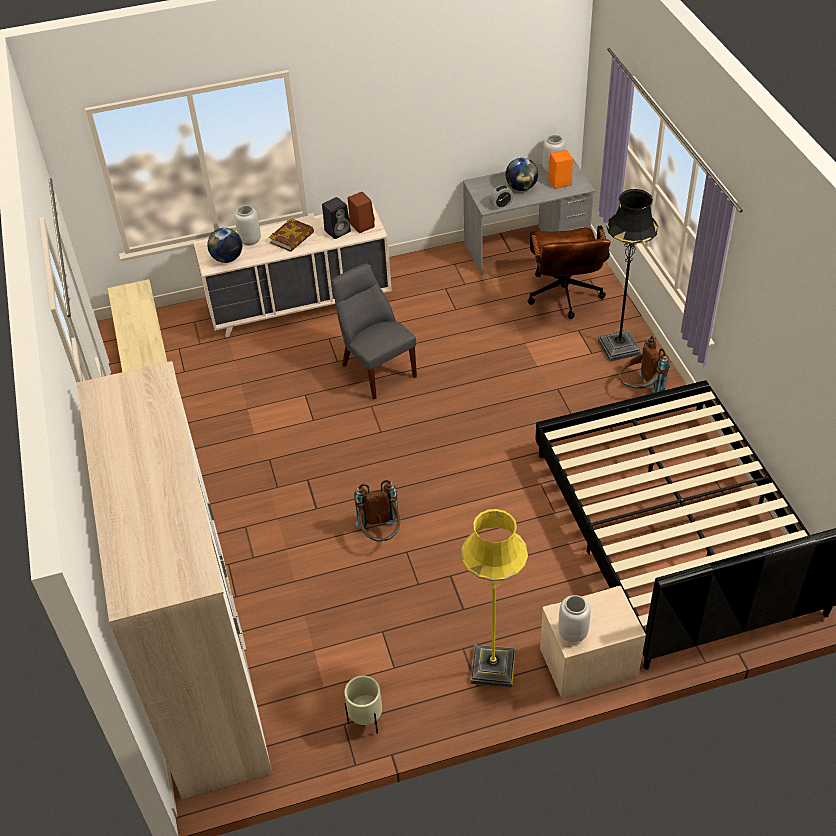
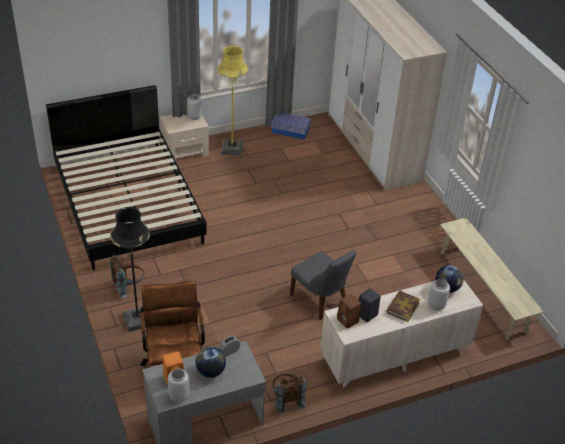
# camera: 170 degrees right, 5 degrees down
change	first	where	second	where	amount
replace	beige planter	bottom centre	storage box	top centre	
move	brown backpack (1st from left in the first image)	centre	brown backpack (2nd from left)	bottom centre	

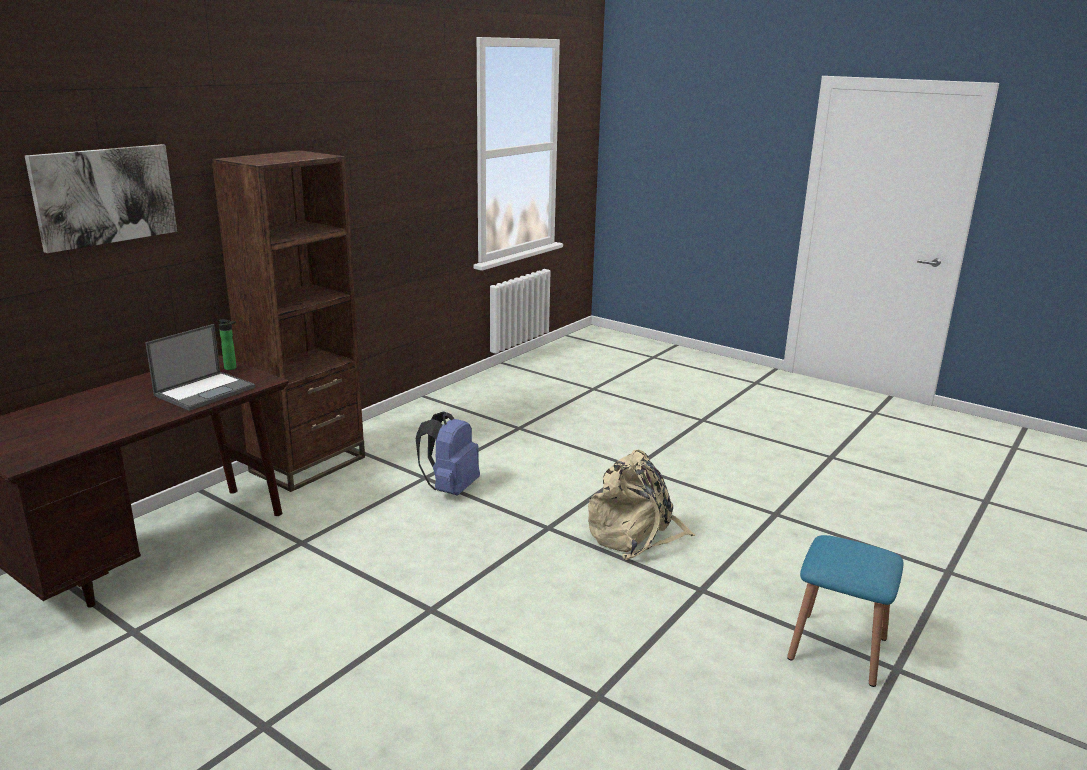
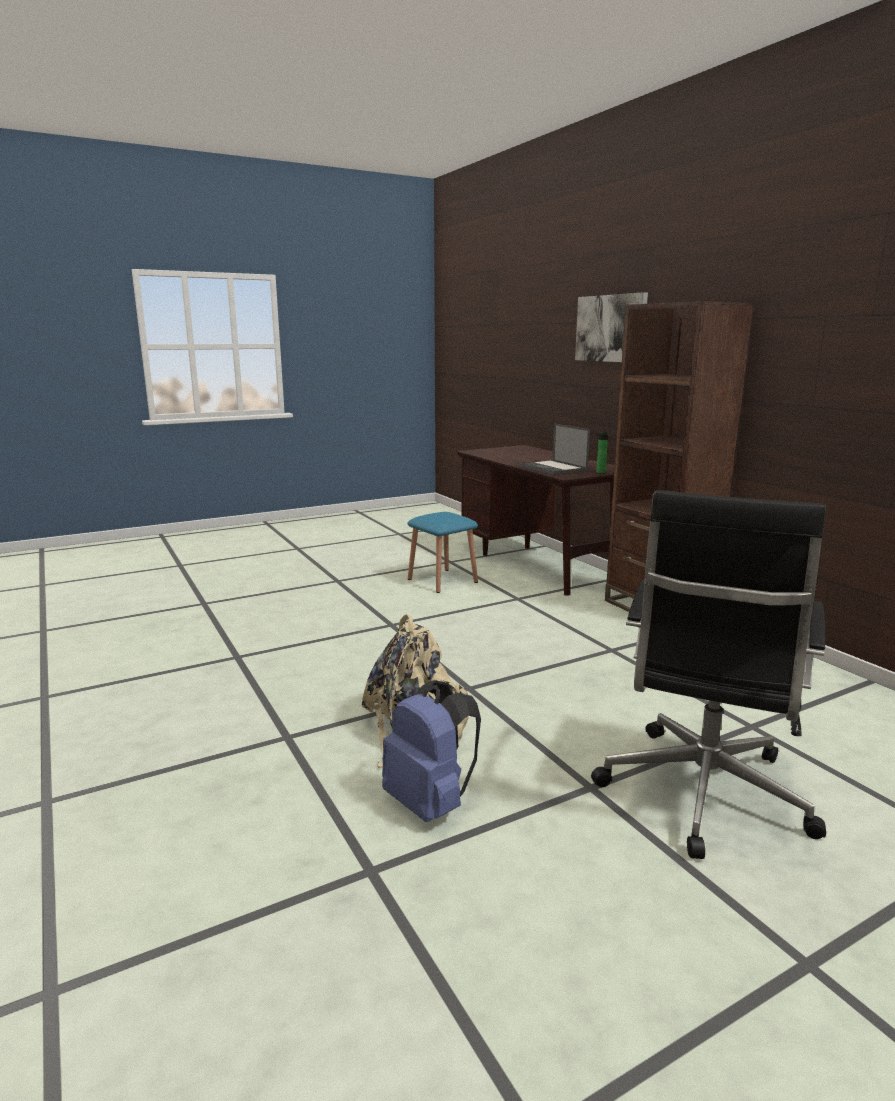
# camera: 115 degrees right, 5 degrees down
change	first	where	second	where	amount
move	blue backpack	centre		bottom centre	
move	blue stool	bottom right		centre	
insert			black office chair	middle right	

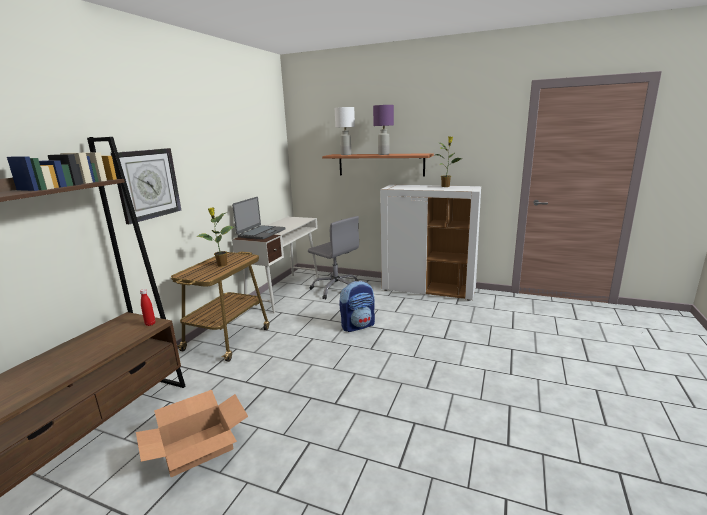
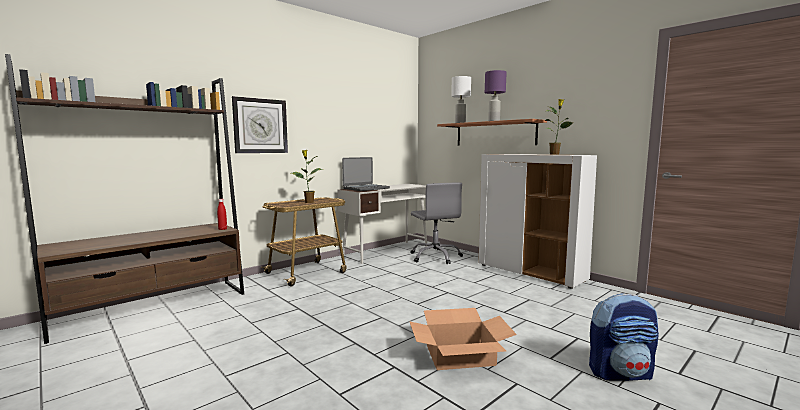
# camera: 25 degrees right, 10 degrees down
change	first	where	second	where	amount
move	cardboard box	bottom left		bottom centre	
move	backpack	centre		bottom right	

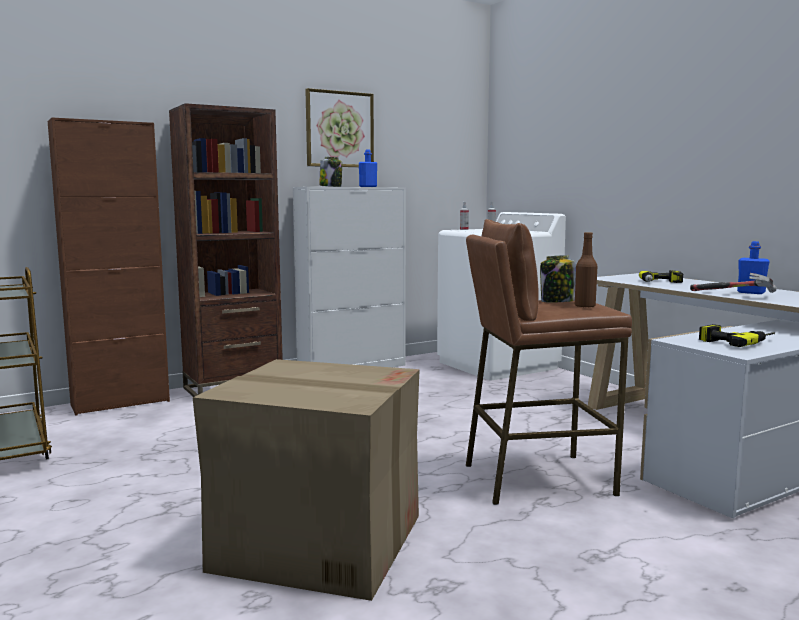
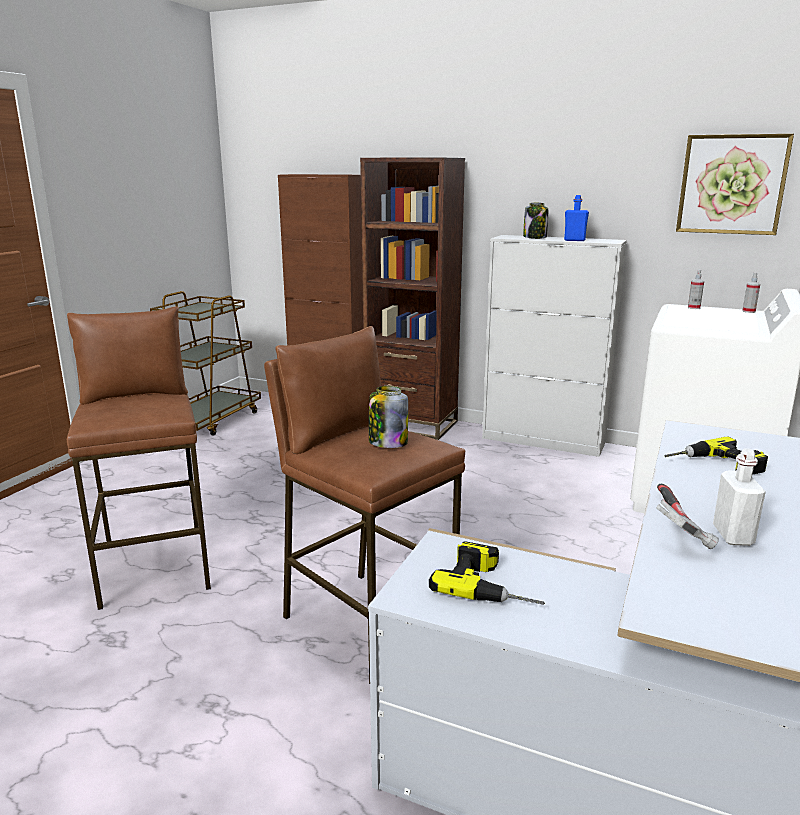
# camera: 55 degrees right, 10 degrees up
change	first	where	second	where	amount
replace	cardboard box	bottom centre	brown stool (1st from left)	middle left	
move	picture	top centre		top right	
recolor	blue bottle (2nd from left)	middle right	white bottle	middle right	
delete	brown bottle	middle right			

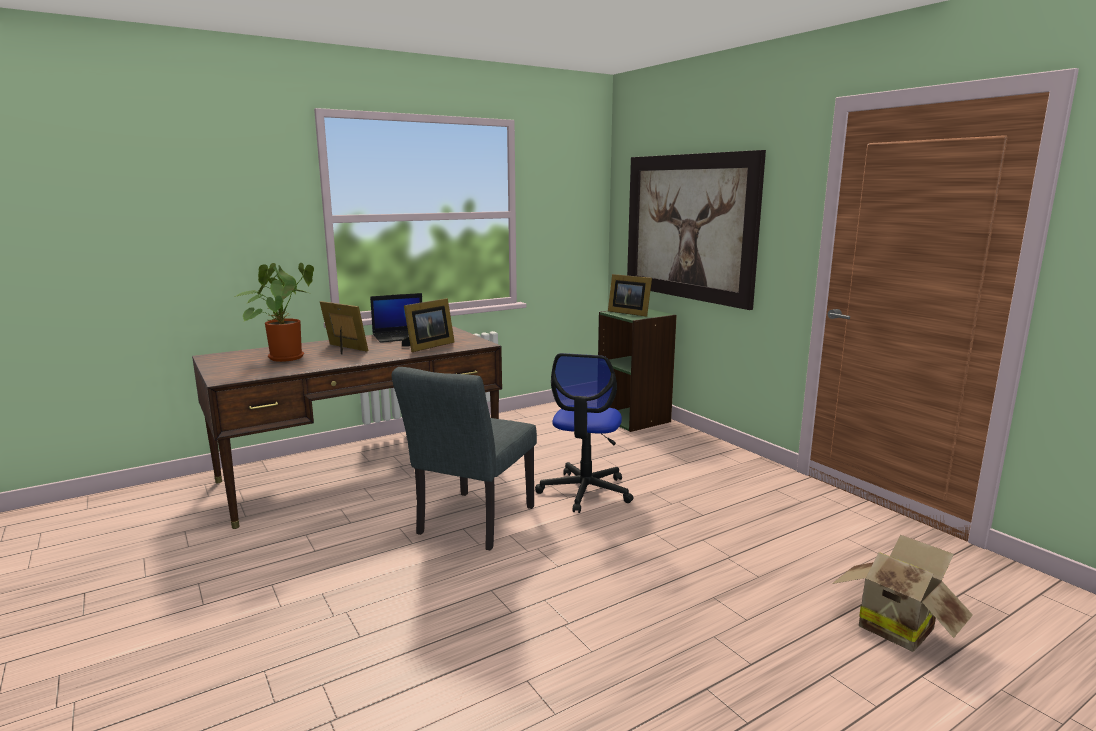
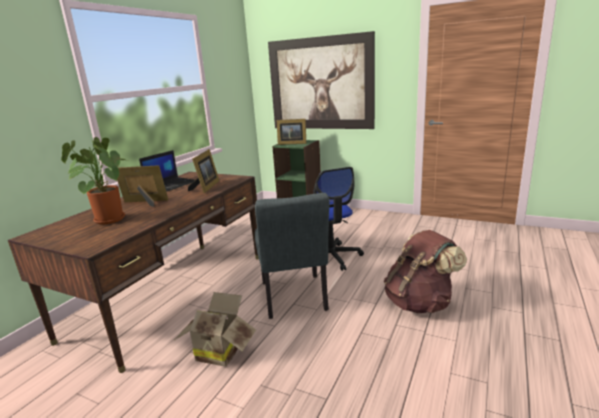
# camera: 30 degrees left, 5 degrees up
change	first	where	second	where	amount
move	cardboard box	bottom right		bottom centre	
insert			brown backpack	middle right	

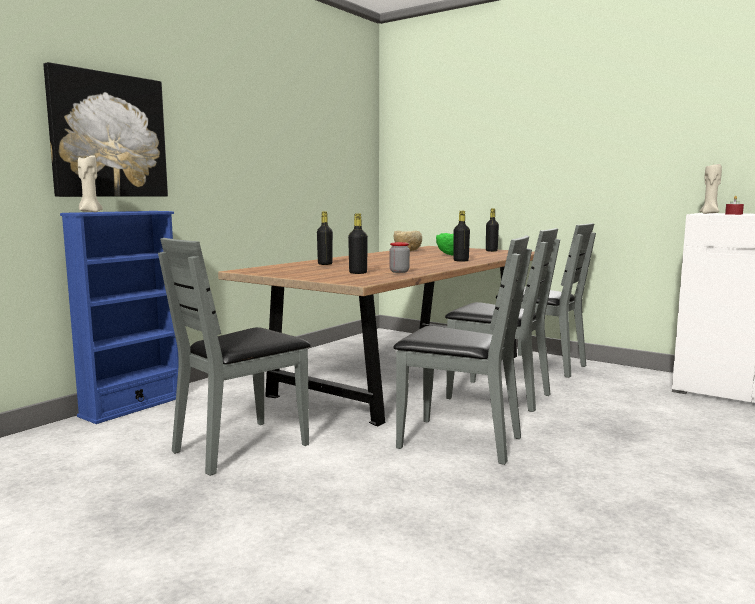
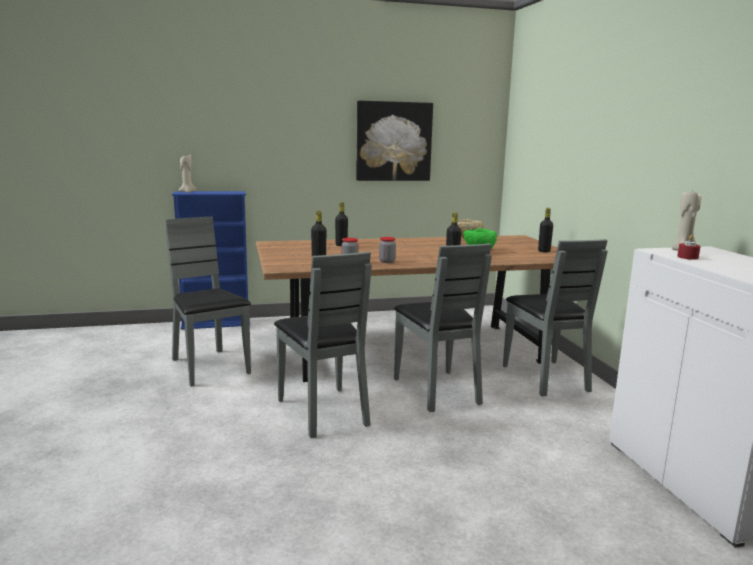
# camera: 40 degrees right, 5 degrees up
change	first	where	second	where	amount
rotate	grey chair (1st from left)	middle left		middle left	60 degrees clockwise
move	picture	top left		top centre	
insert			jar (2nd from left)	centre	

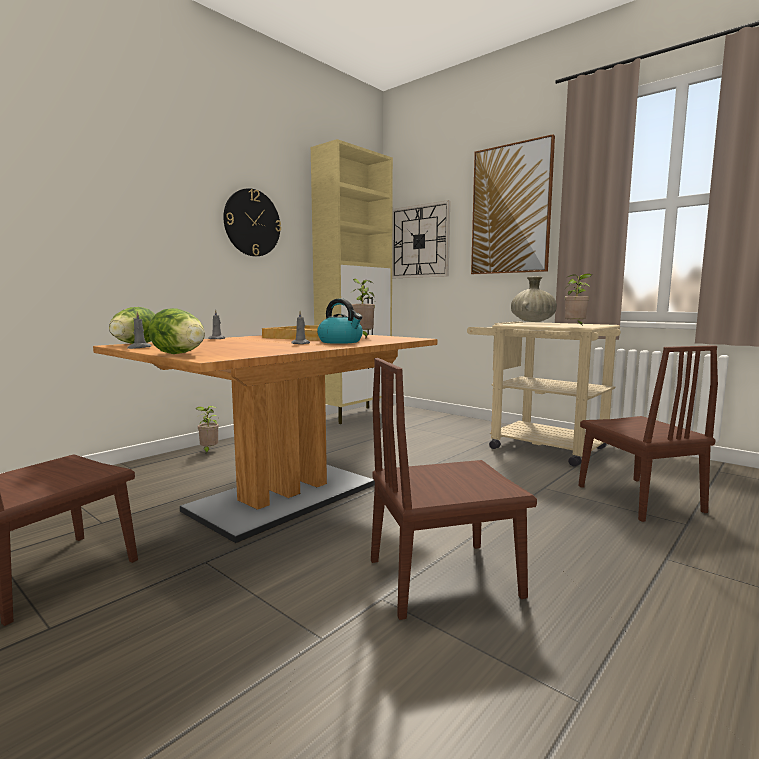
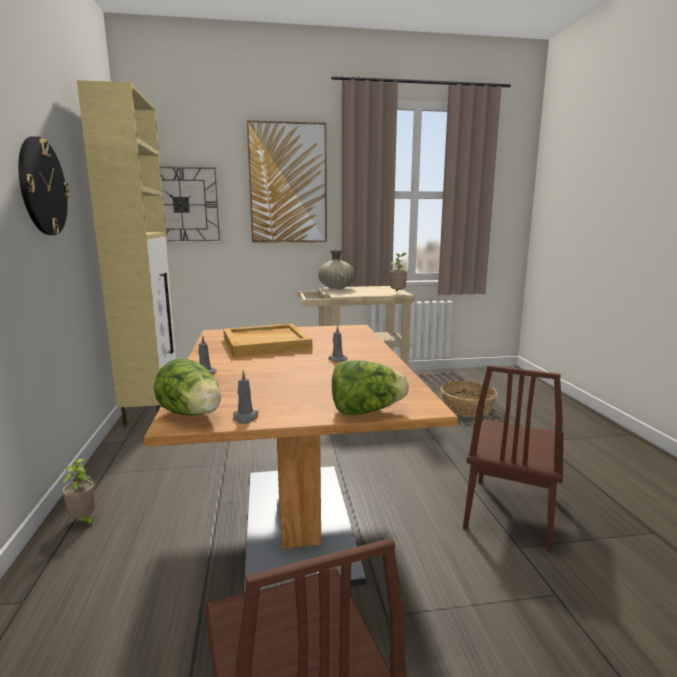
# camera: 50 degrees left, 5 degrees up
change	first	where	second	where	amount
replace	brown chair (3rd from left)	middle right	basket	middle right	
delete	kettle	centre			
delete	potted plant (2nd from left)	centre			

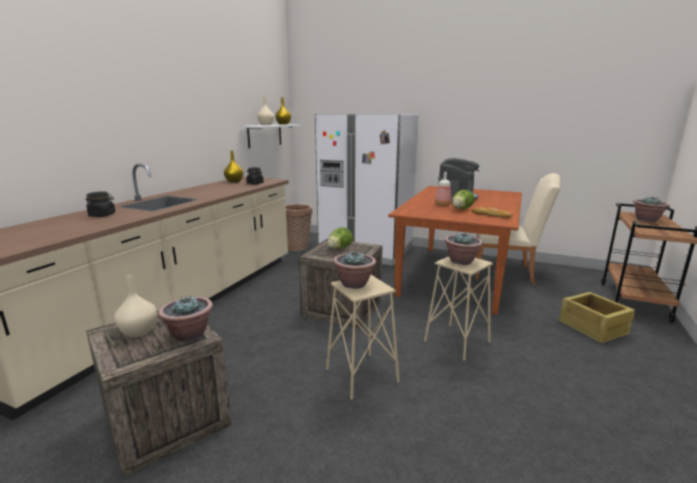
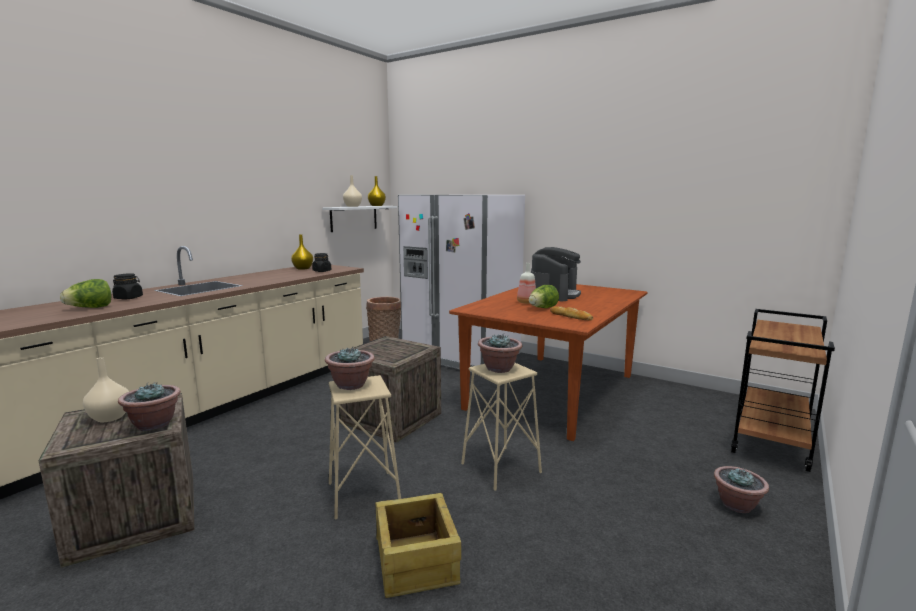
# camera: 10 degrees right, 5 degrees down
change	first	where	second	where	amount
move	lettuce (1st from left)	centre		middle left	
move	crate (3rd from left)	middle right		bottom centre	
move	potted plant (4th from left)	middle right		bottom right	
delete	beige chair	middle right			

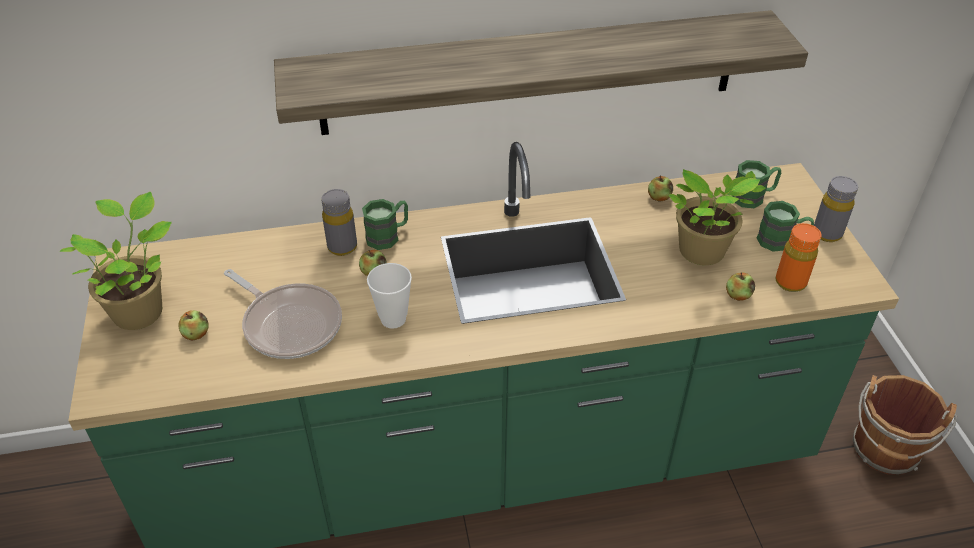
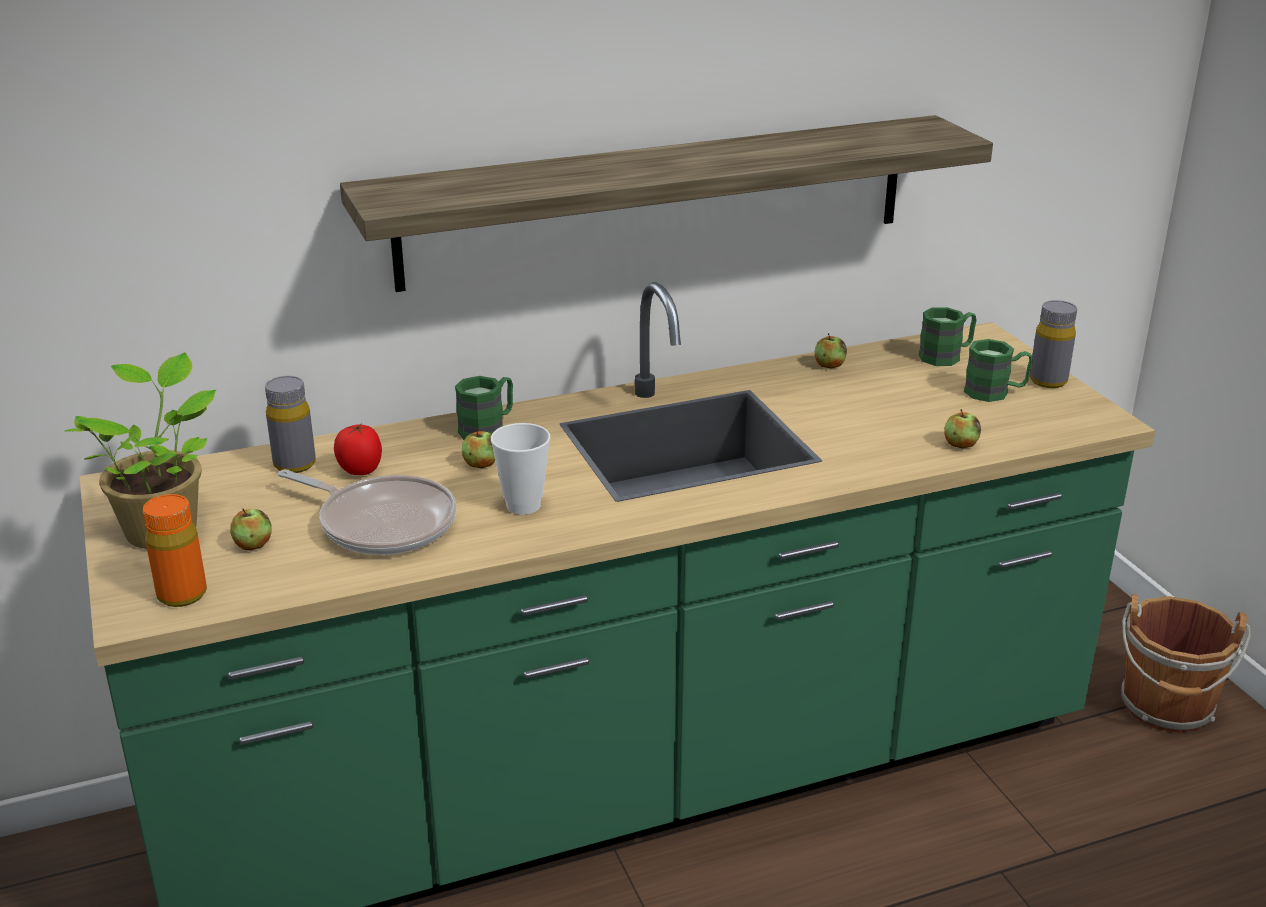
# camera: 10 degrees left, 15 degrees down
change	first	where	second	where	amount
move	orange bottle	middle right		middle left	
move	grey bottle (1st from left)	centre		middle left	
insert			tomato	middle left	
delete	potted plant (2nd from left)	middle right			

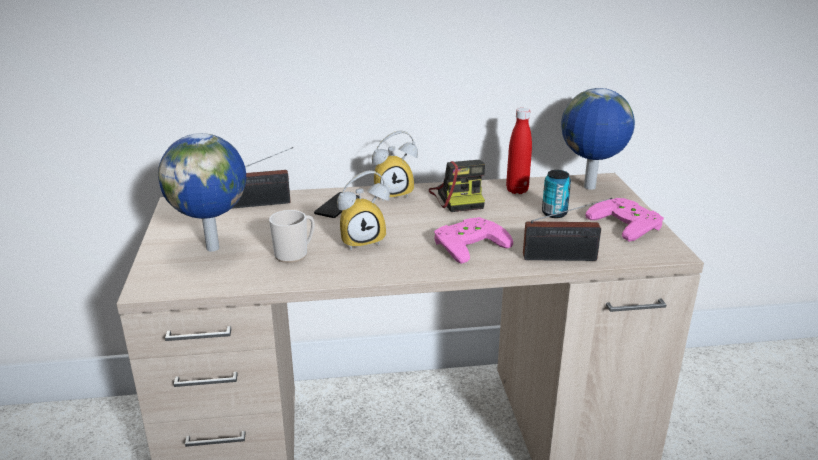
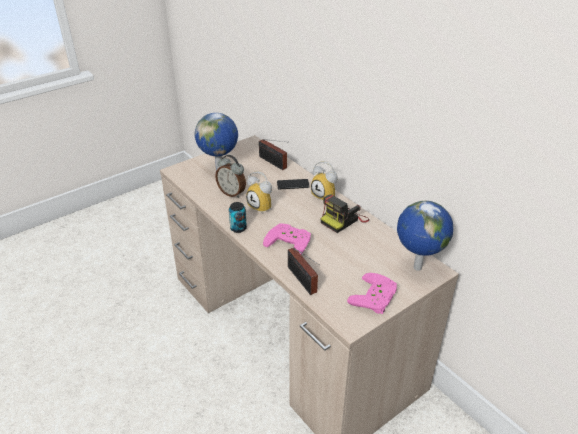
# camera: 60 degrees right, 10 degrees up
change	first	where	second	where	amount
replace	mug	centre	alarm clock (1st from left)	centre	
move	can	middle right		centre	
delete	red bottle	top centre			

